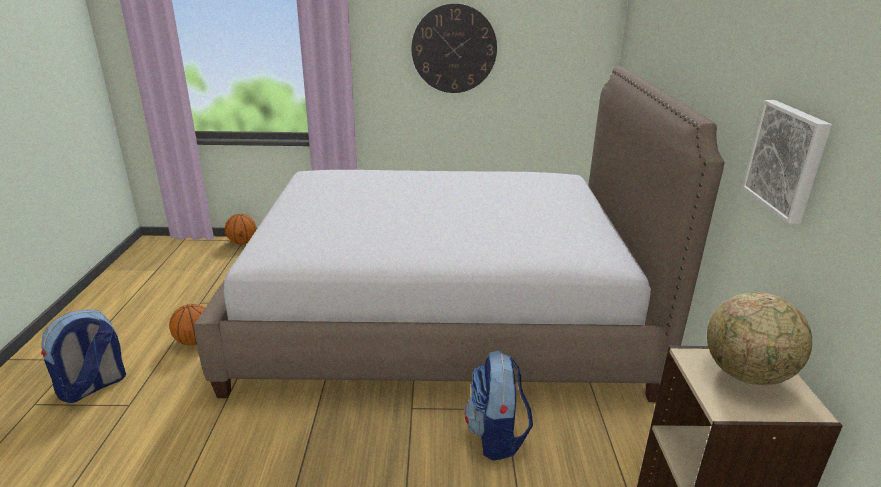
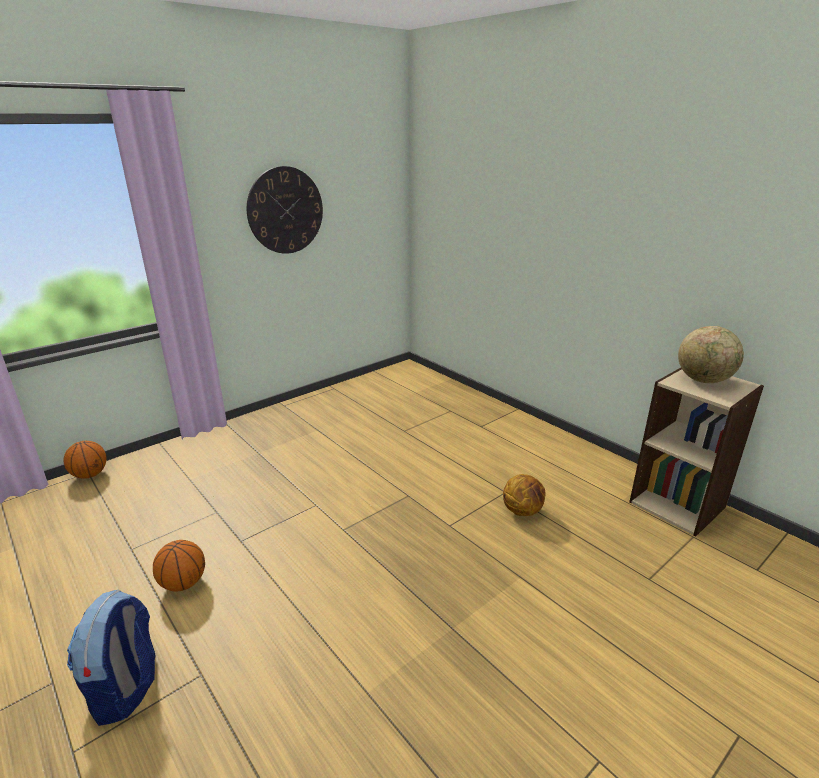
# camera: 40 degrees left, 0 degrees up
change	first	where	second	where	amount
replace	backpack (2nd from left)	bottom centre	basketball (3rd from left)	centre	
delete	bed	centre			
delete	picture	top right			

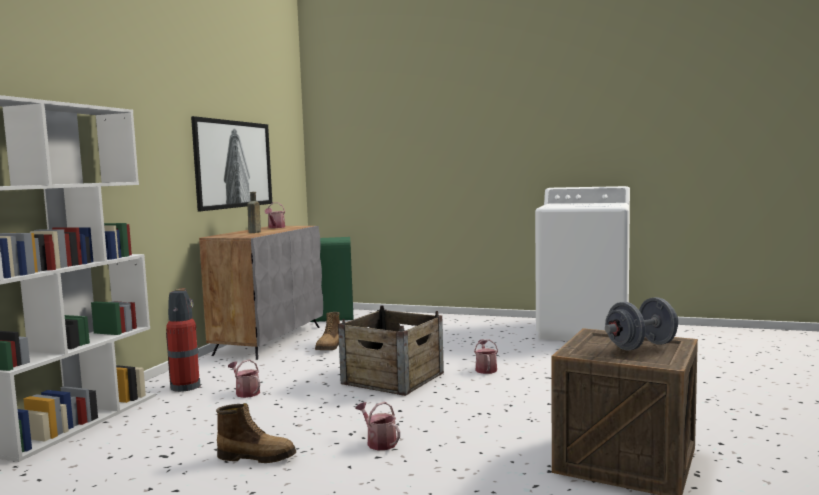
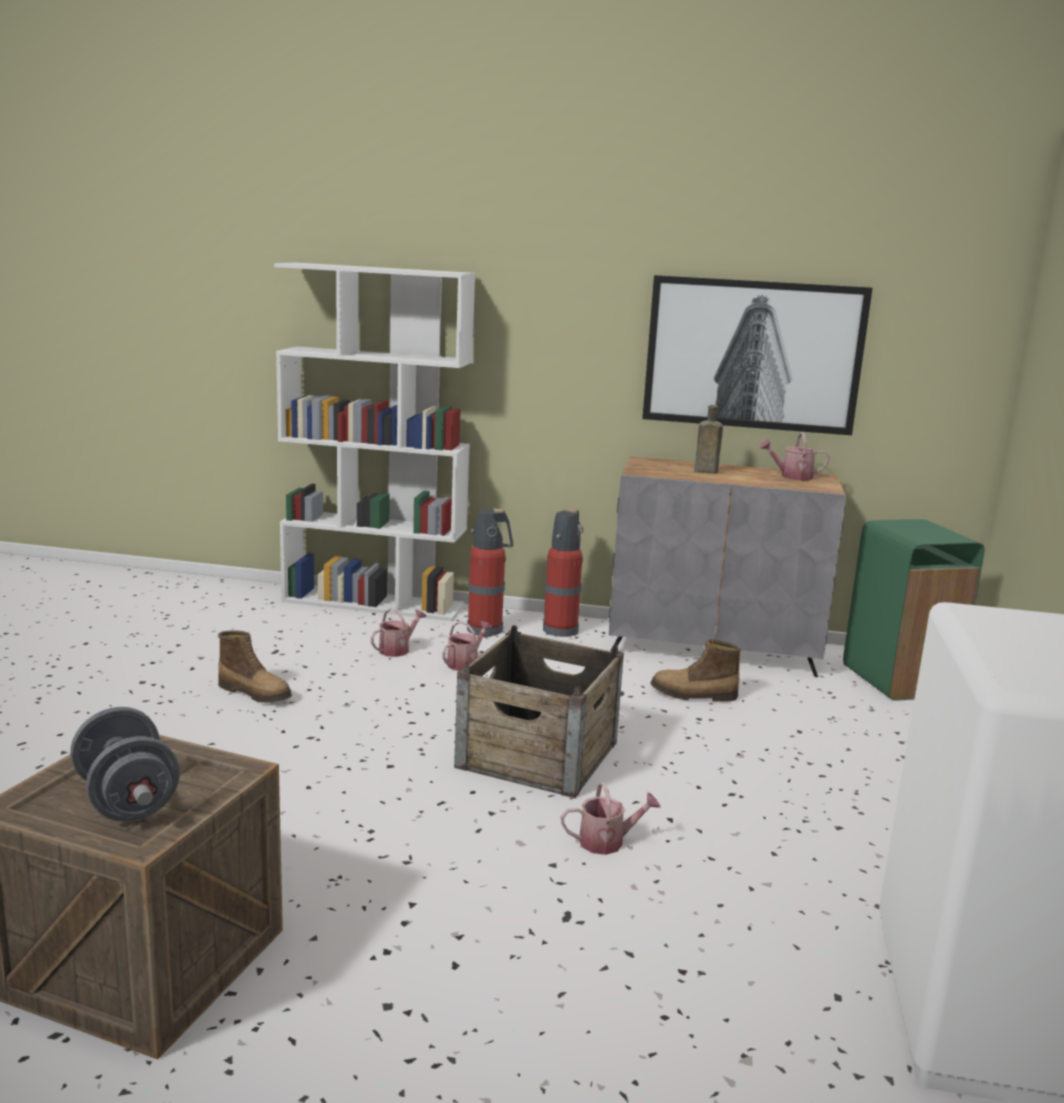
# camera: 80 degrees right, 10 degrees up
change	first	where	second	where	amount
rotate	boot (1st from left)	bottom left		middle left	60 degrees counterclockwise
move	watering can (3rd from left in the first image)	bottom centre	watering can (1st from left)	centre	
insert			fire extinguisher (2nd from left)	centre	

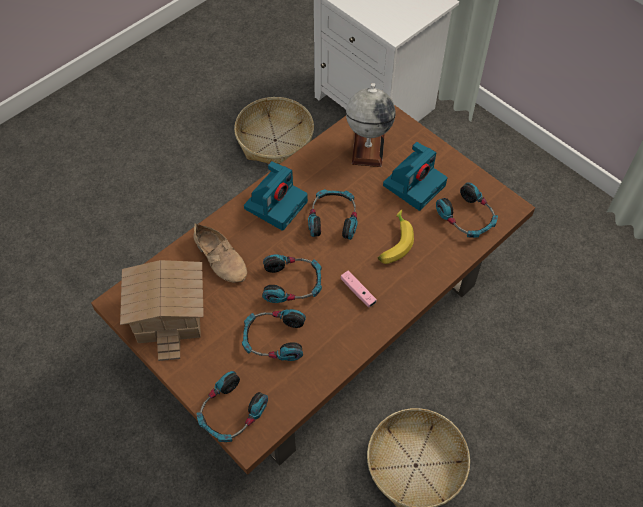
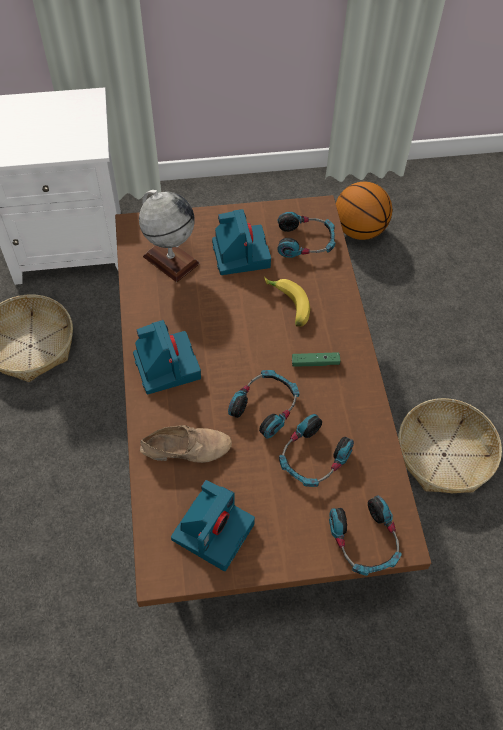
# camera: 55 degrees left, 0 degrees up
change	first	where	second	where	amount
replace	toy house	middle left	photo camera (2nd from left)	bottom centre	
recolor	pink game controller	centre	green game controller	centre	
insert			basketball	top right	
delete	headphones (4th from left)	centre			

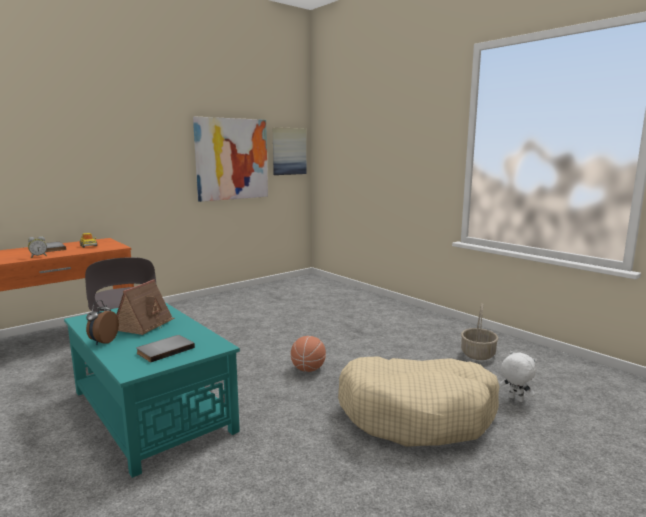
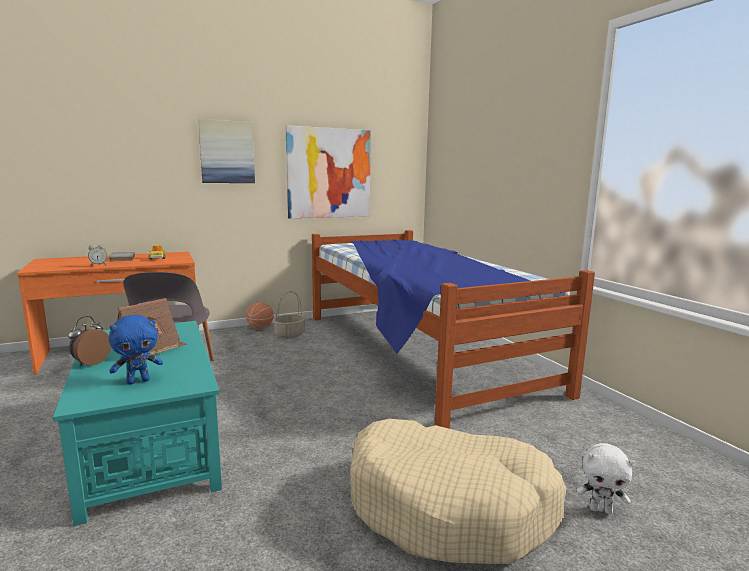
# camera: 15 degrees right, 0 degrees up
change	first	where	second	where	amount
replace	grey book (2nd from left)	bottom left	blue plush toy	middle left	
move	picture (2nd from left in the first image)	top centre	picture (1st from left)	top left	
move	basketball	bottom centre		centre	
move	basket	middle right		centre	
insert			bed	centre	
rotate	white plush toy	bottom right		bottom right	135 degrees clockwise

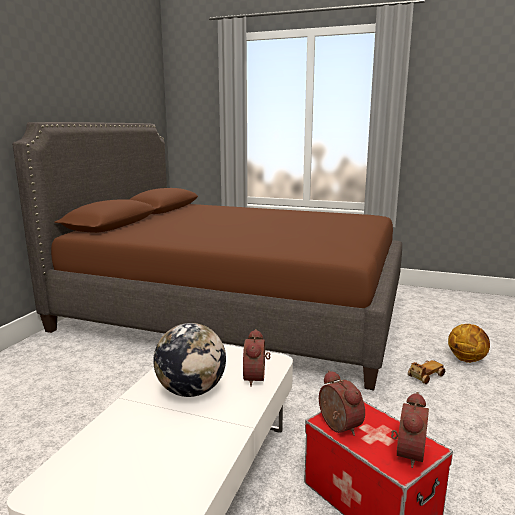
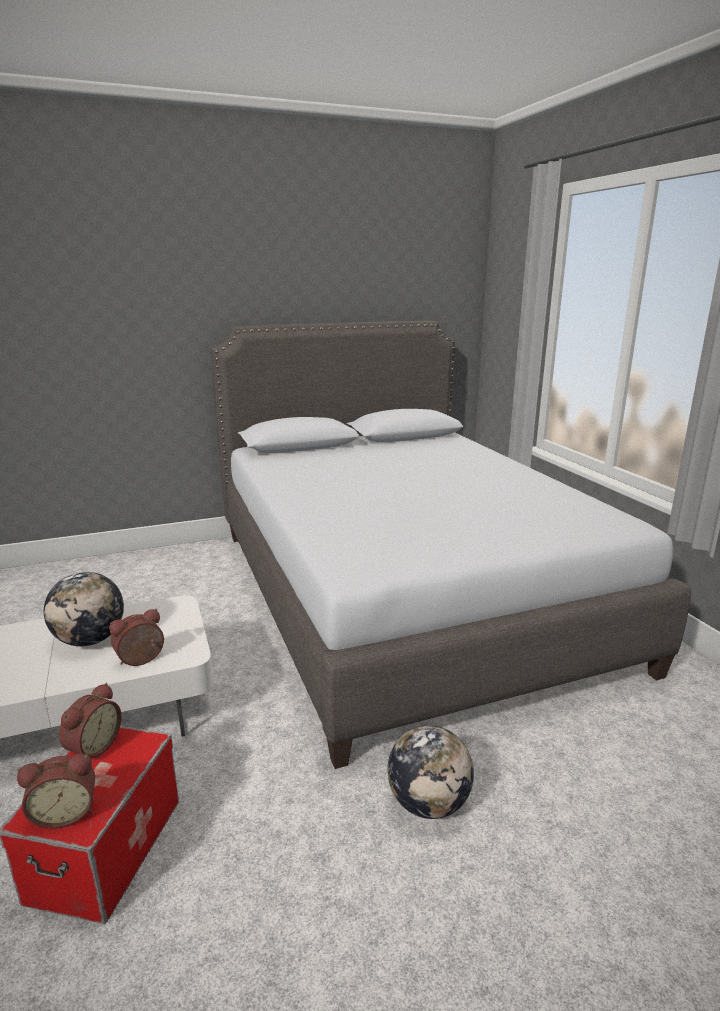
# camera: 50 degrees right, 5 degrees up
change	first	where	second	where	amount
recolor	brown bed	centre	grey bed	centre	
replace	toy car	bottom right	globe (2nd from left)	bottom centre	
delete	basketball	middle right			

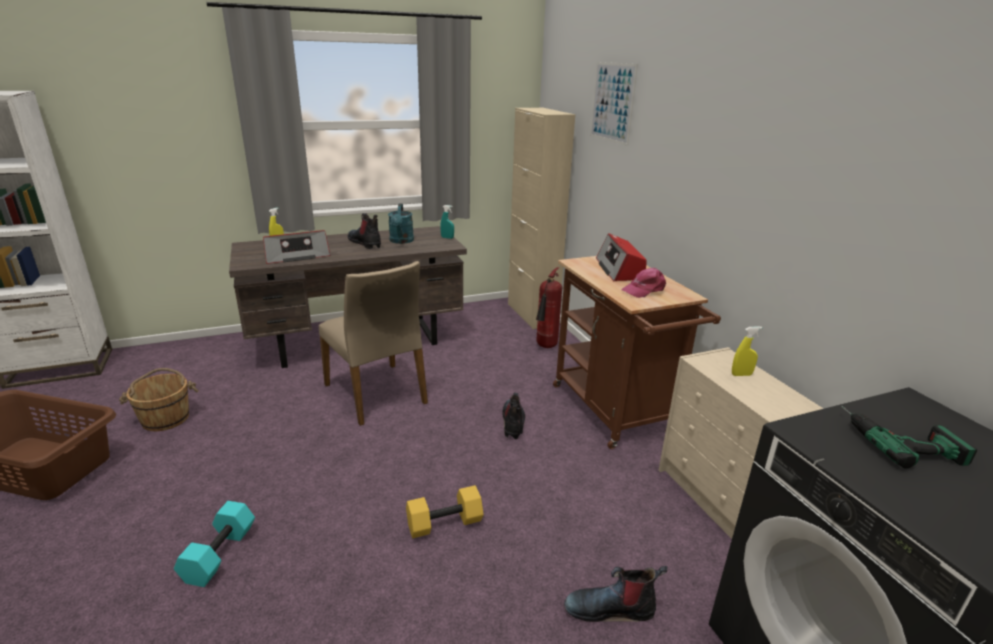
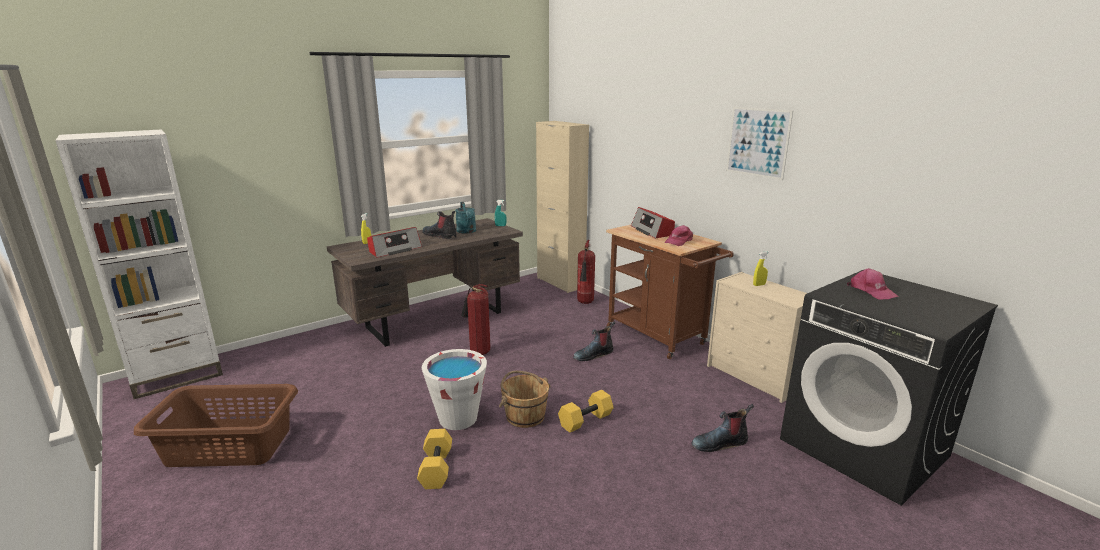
# camera: 15 degrees left, 5 degrees down
change	first	where	second	where	amount
recolor	turquoise dumbbell	bottom left	yellow dumbbell (1st from left)	bottom centre	
insert			white bucket	bottom centre	
replace	beige chair	centre	fire extinguisher (1st from left)	centre	
move	brown bucket	middle left		bottom centre	
rotate	boot (2nd from left)	centre		centre	105 degrees counterclockwise
move	picture	top centre		top right	
replace	power drill	bottom right	pink cap (2nd from left)	middle right	

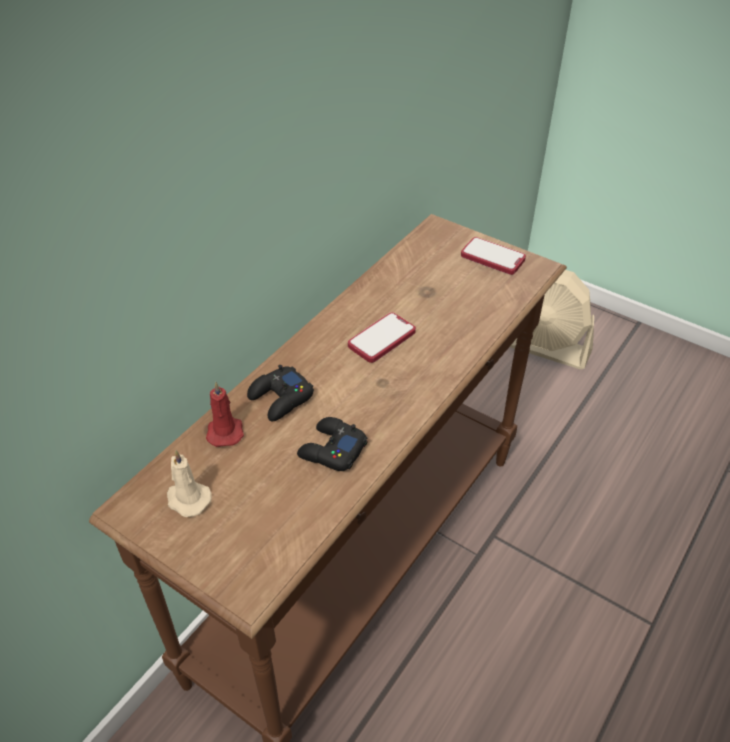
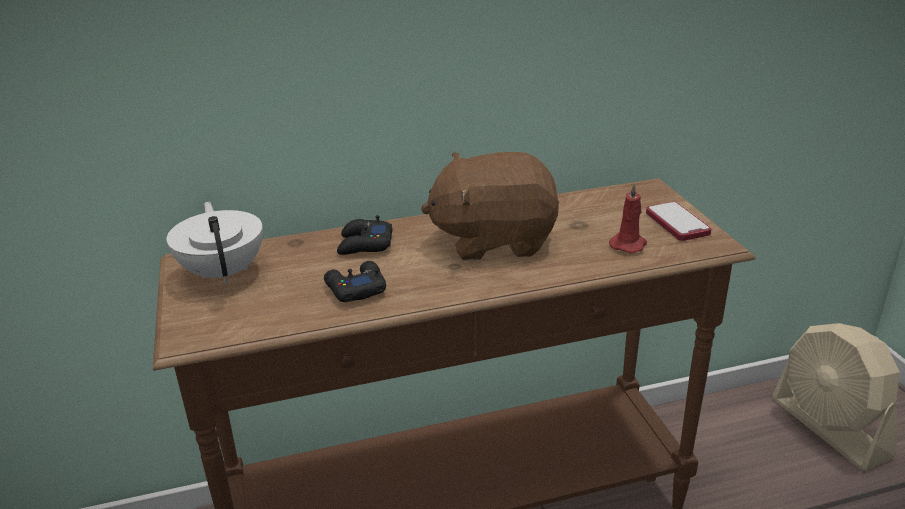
# camera: 40 degrees right, 15 degrees down
change	first	where	second	where	amount
replace	beige candle	middle left	white teapot	middle left	
replace	phone (1st from left)	centre	brown plush toy	centre	
move	red candle	middle left		middle right	

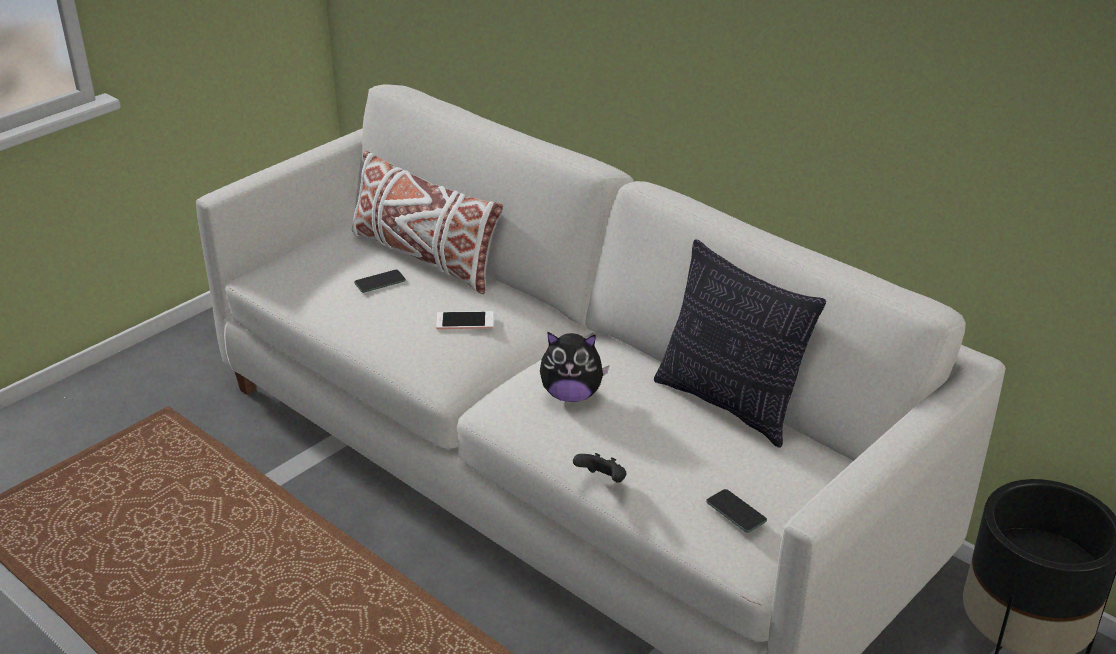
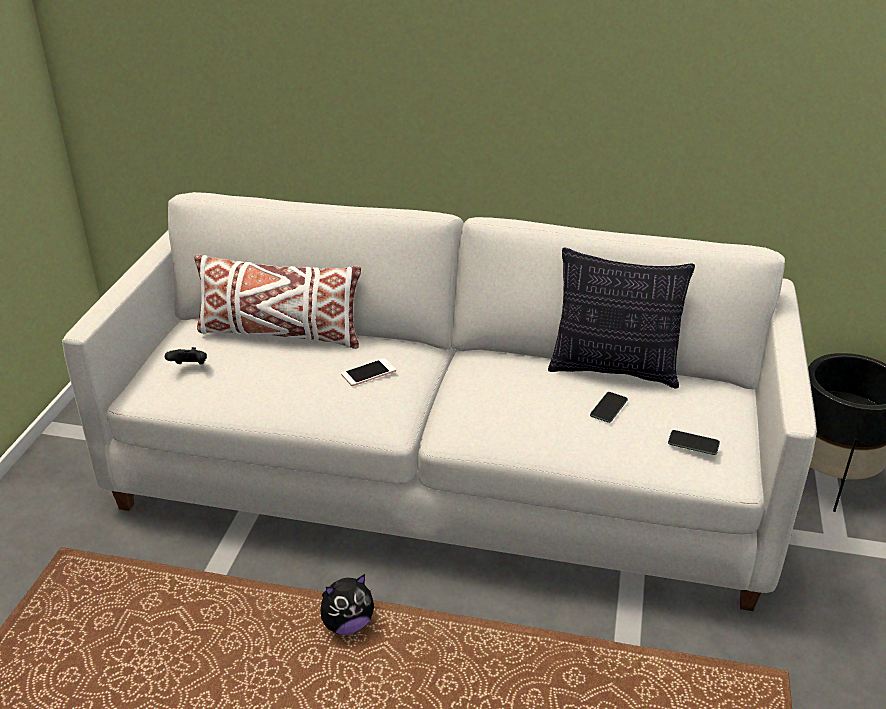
# camera: 30 degrees left, 0 degrees up
change	first	where	second	where	amount
move	black game controller	bottom centre		middle left	
move	plush toy	centre		bottom centre	
move	phone (1st from left in the first image)	centre	phone (2nd from left)	middle right	

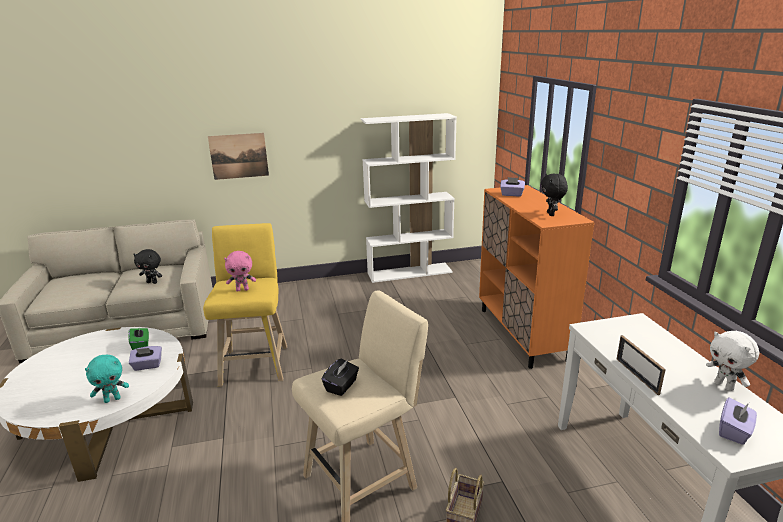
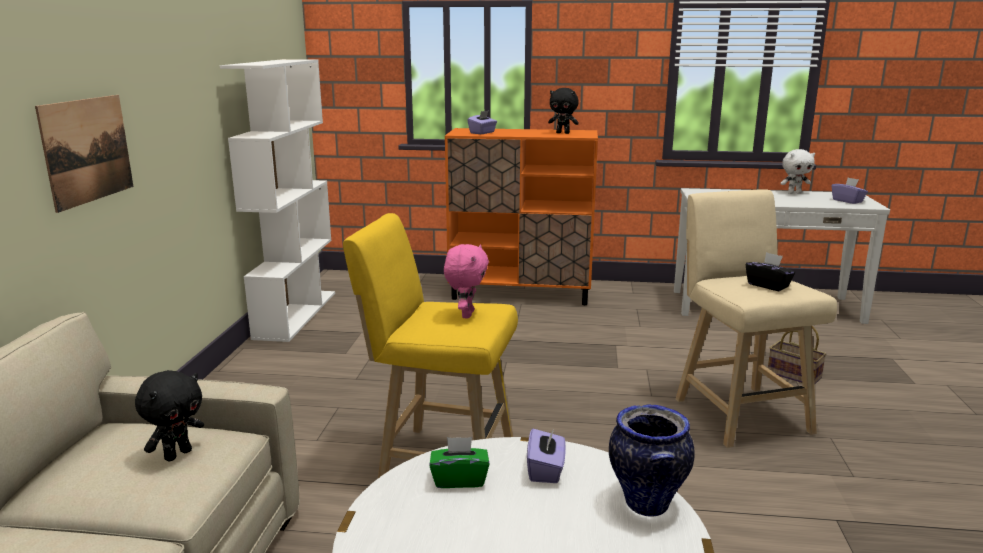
# camera: 70 degrees left, 5 degrees down
change	first	where	second	where	amount
replace	turquoise plush toy	bottom left	vase	bottom centre	
delete	picture frame	bottom right			

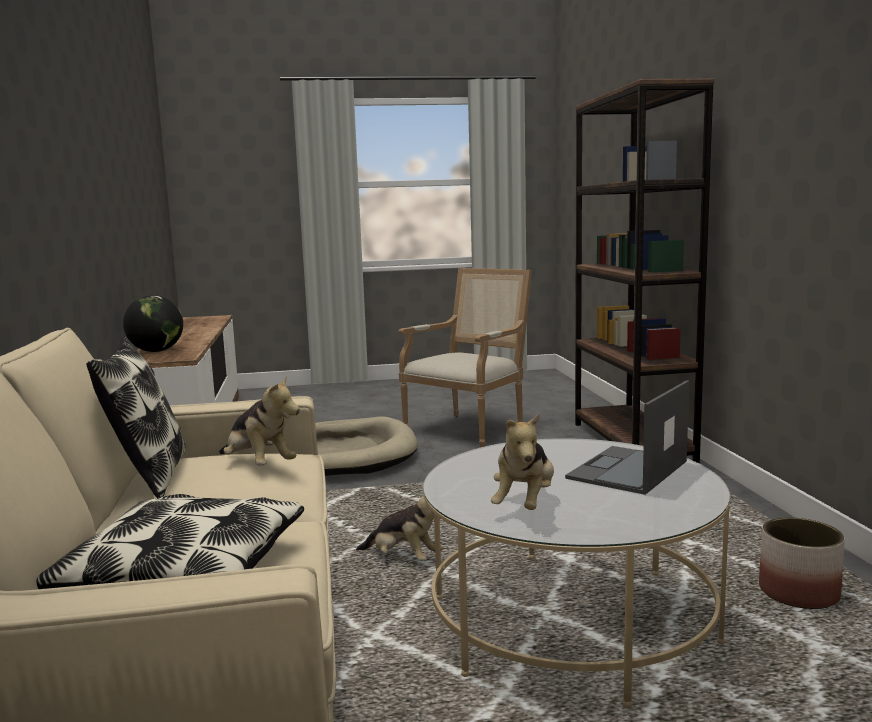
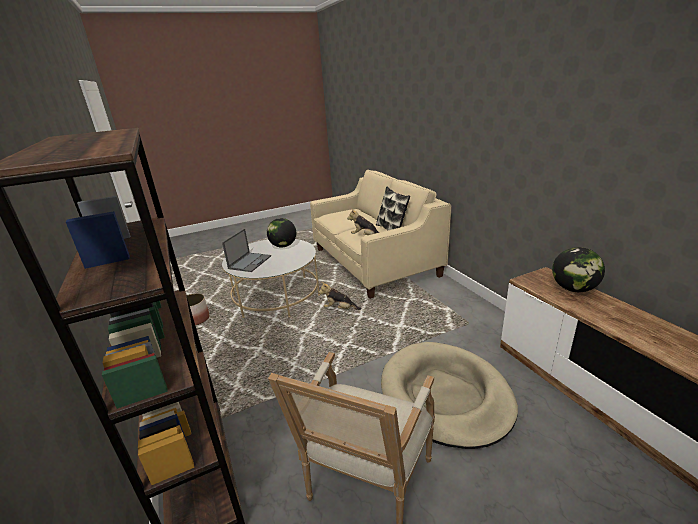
# camera: 165 degrees right, 15 degrees up
change	first	where	second	where	amount
replace	plush toy (3rd from left)	centre	globe (1st from left)	centre	
delete	pillow (2nd from left)	bottom left			

